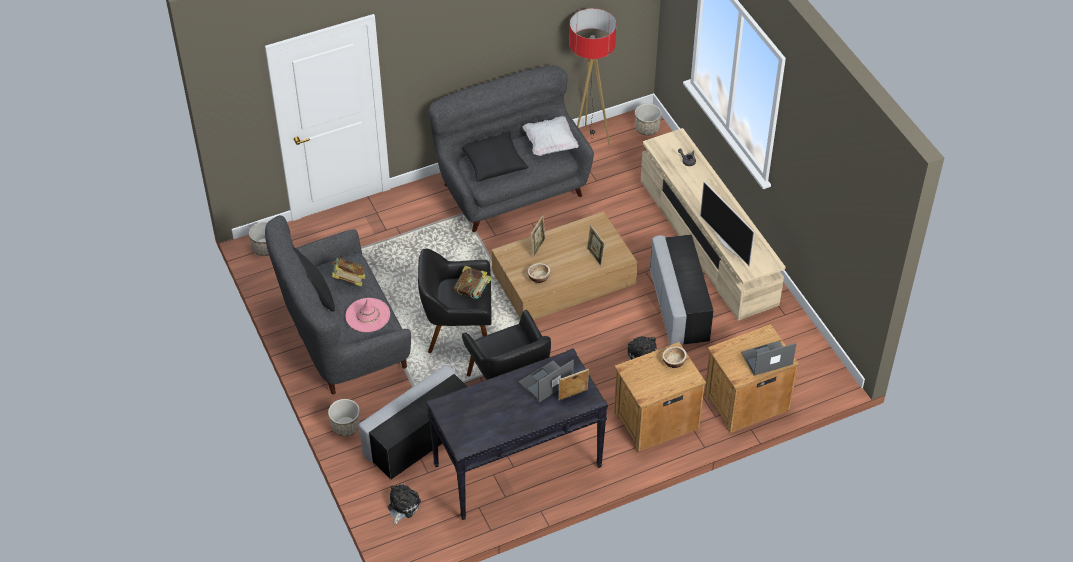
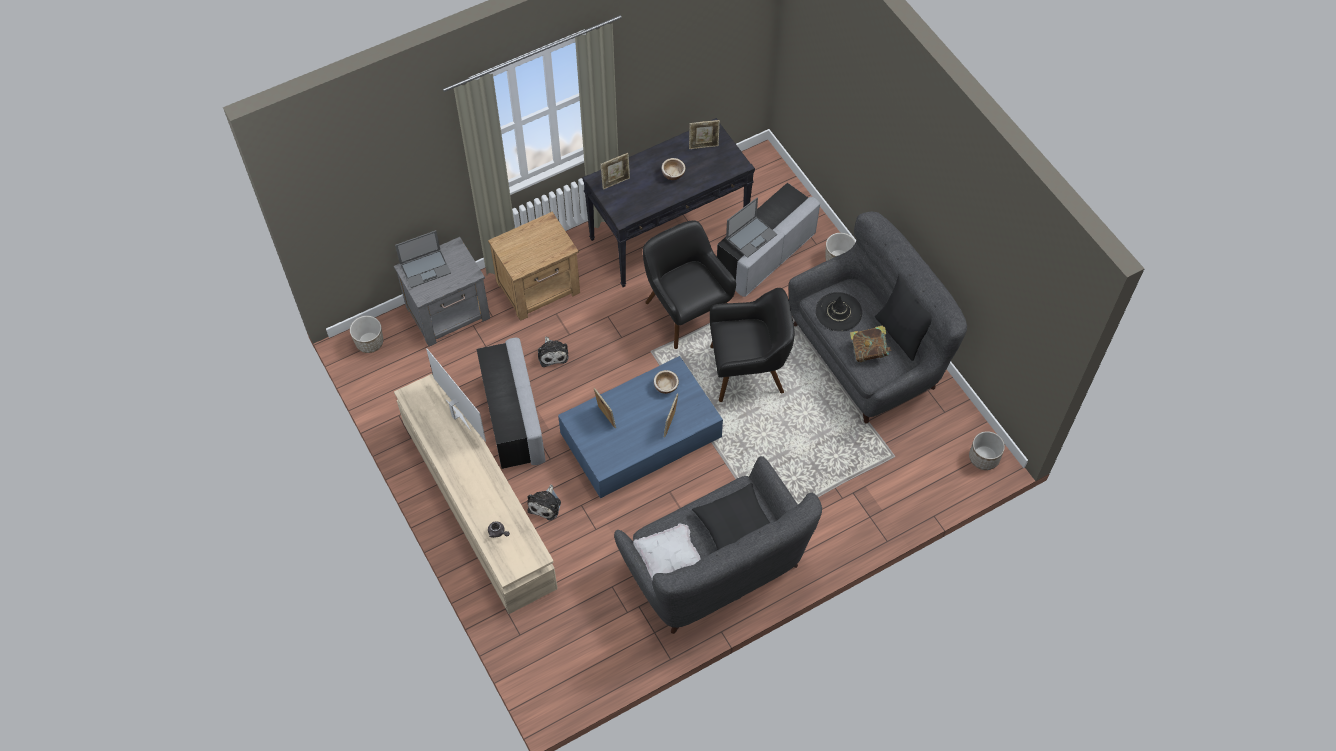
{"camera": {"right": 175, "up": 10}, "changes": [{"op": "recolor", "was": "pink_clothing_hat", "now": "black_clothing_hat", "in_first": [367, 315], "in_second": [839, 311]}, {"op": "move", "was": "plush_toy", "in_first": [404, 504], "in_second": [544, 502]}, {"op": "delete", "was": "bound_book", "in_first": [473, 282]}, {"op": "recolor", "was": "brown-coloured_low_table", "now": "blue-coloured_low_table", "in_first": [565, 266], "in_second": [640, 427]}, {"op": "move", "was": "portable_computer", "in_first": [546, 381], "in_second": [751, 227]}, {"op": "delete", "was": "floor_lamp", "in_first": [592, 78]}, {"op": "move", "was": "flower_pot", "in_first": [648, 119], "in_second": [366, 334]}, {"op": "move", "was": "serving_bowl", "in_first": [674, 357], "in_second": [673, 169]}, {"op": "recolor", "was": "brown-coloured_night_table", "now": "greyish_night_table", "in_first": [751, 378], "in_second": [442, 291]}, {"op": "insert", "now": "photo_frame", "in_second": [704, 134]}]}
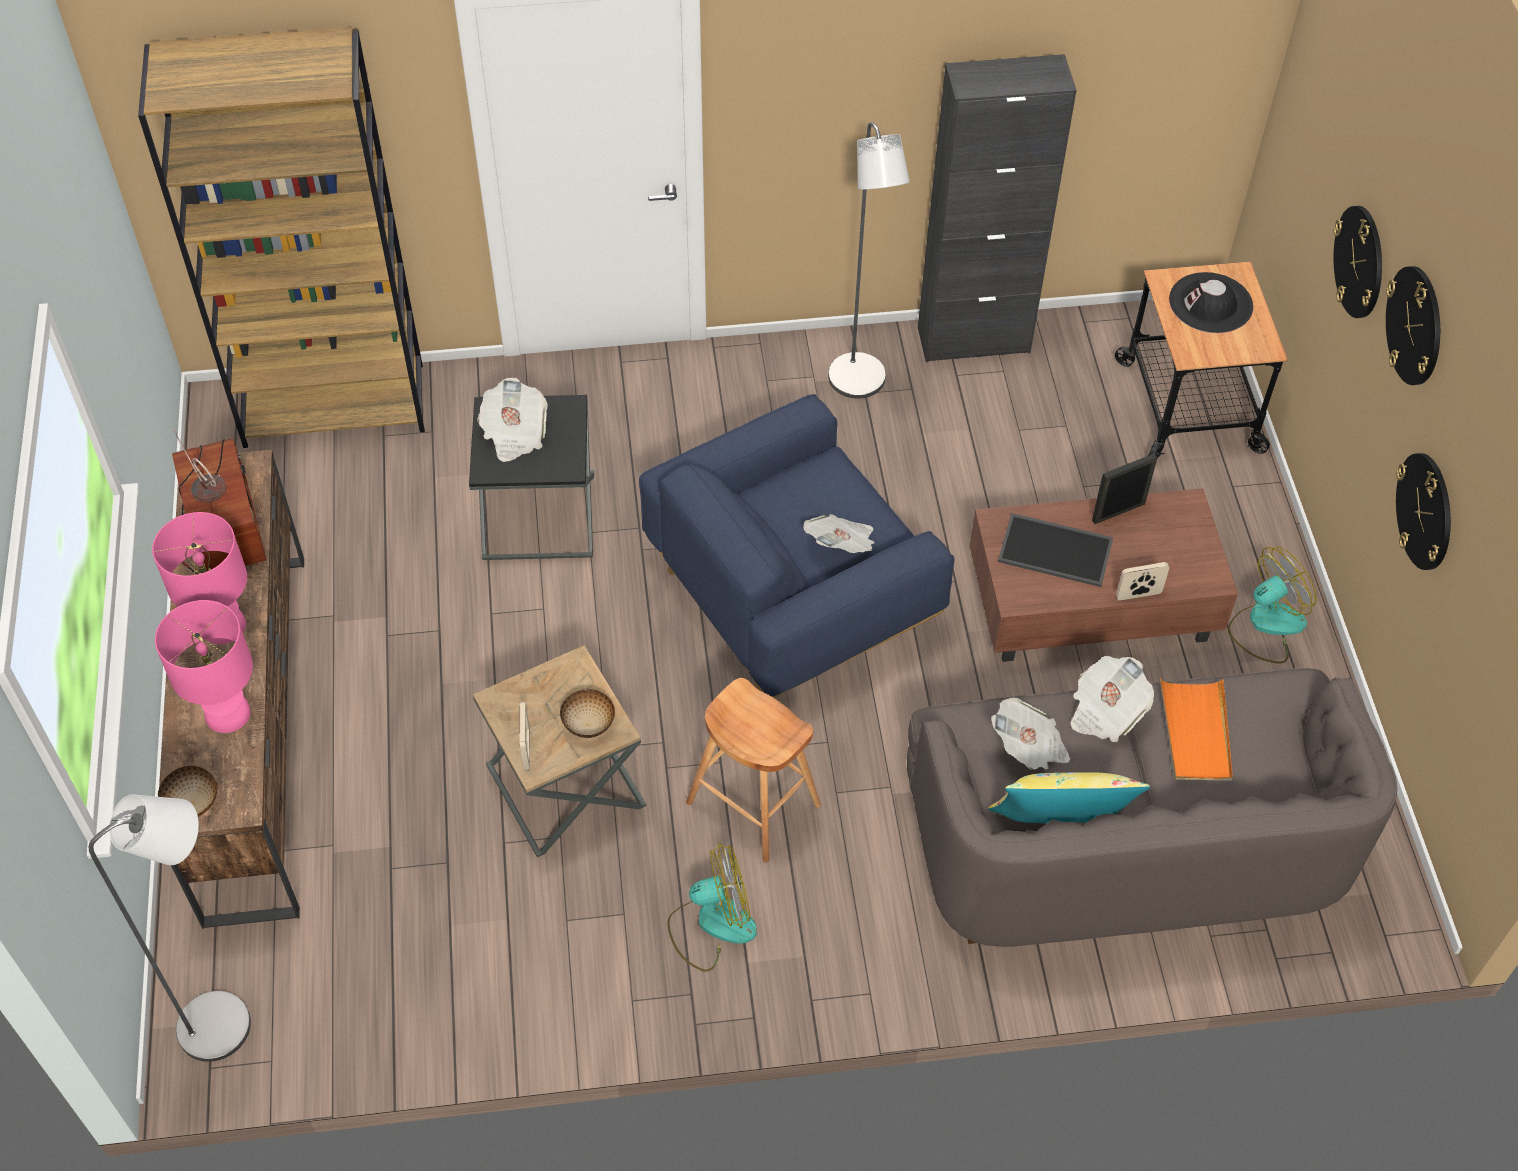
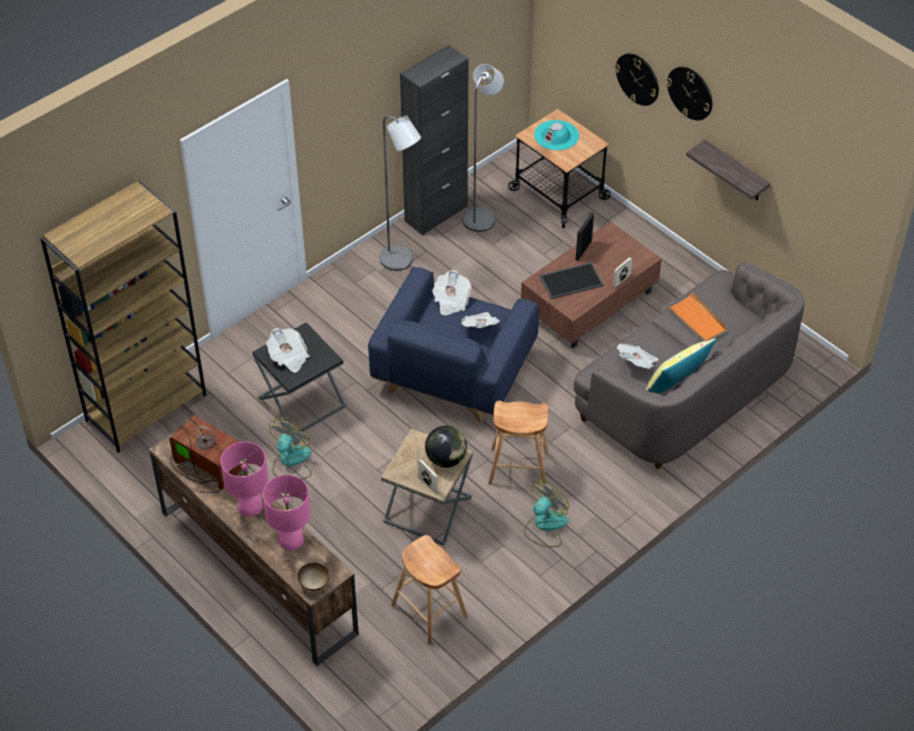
{"camera": {"right": -35, "up": -5}, "changes": [{"op": "move", "was": "greyish_floor_lamp", "in_first": [169, 928], "in_second": [483, 148]}, {"op": "replace", "was": "serving_bowl", "now": "desk_globe", "in_first": [587, 713], "in_second": [446, 447]}, {"op": "move", "was": "printed_paper", "in_first": [1112, 699], "in_second": [452, 292]}, {"op": "recolor", "was": "black_clothing_hat", "now": "turquoise_clothing_hat", "in_first": [1211, 302], "in_second": [556, 135]}, {"op": "move", "was": "cooling_fan", "in_first": [1272, 605], "in_second": [290, 449]}, {"op": "replace", "was": "clock_on_the_wall", "now": "shelf", "in_first": [1423, 511], "in_second": [728, 170]}, {"op": "insert", "now": "brown-coloured_sitting_stool", "in_second": [429, 590]}]}
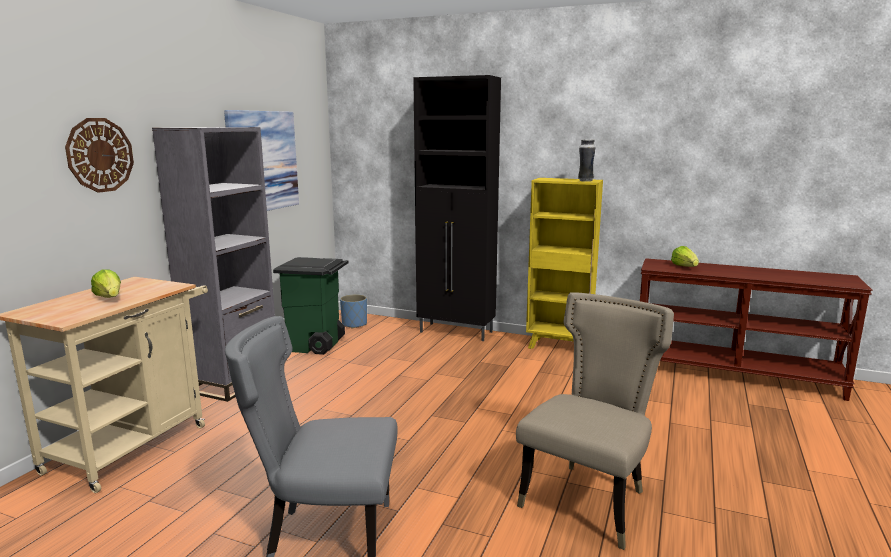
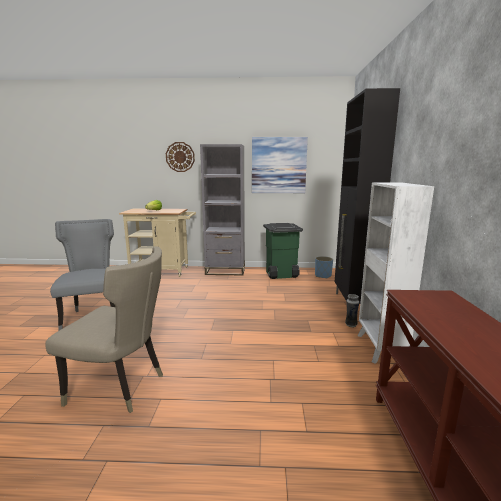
{"camera": {"right": 70, "up": 0}, "changes": [{"op": "recolor", "was": "yellow_bookshelf", "now": "whitish_bookshelf", "in_first": [564, 263], "in_second": [395, 273]}, {"op": "move", "was": "decorative_vase", "in_first": [586, 160], "in_second": [352, 311]}, {"op": "delete", "was": "head_of_lettuce", "in_first": [685, 256]}]}
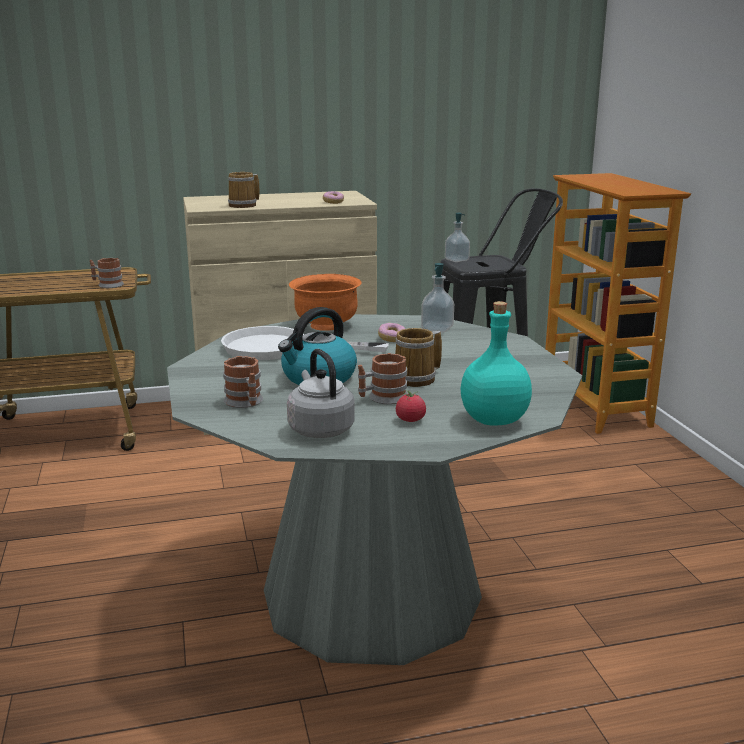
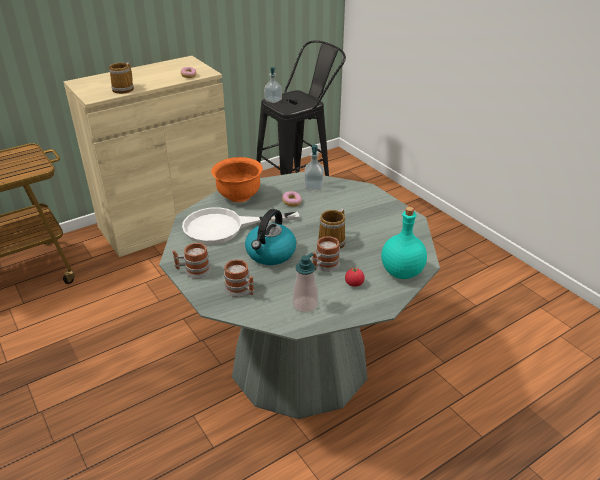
{"camera": {"right": -20, "up": 15}, "changes": [{"op": "move", "was": "tea_mug", "in_first": [107, 273], "in_second": [191, 261]}, {"op": "replace", "was": "greyish_tea_kettle", "now": "liquid_soap_bottle", "in_first": [321, 393], "in_second": [305, 283]}, {"op": "delete", "was": "bookshelf", "in_first": [618, 303]}]}
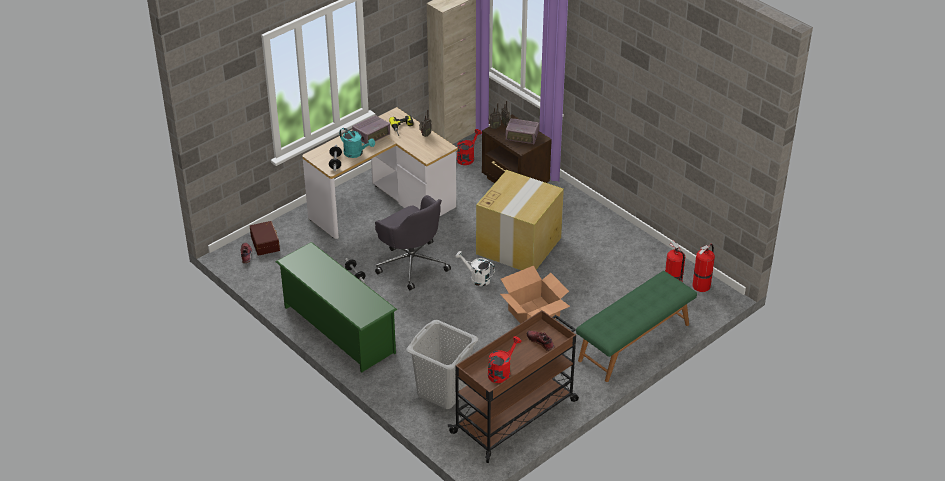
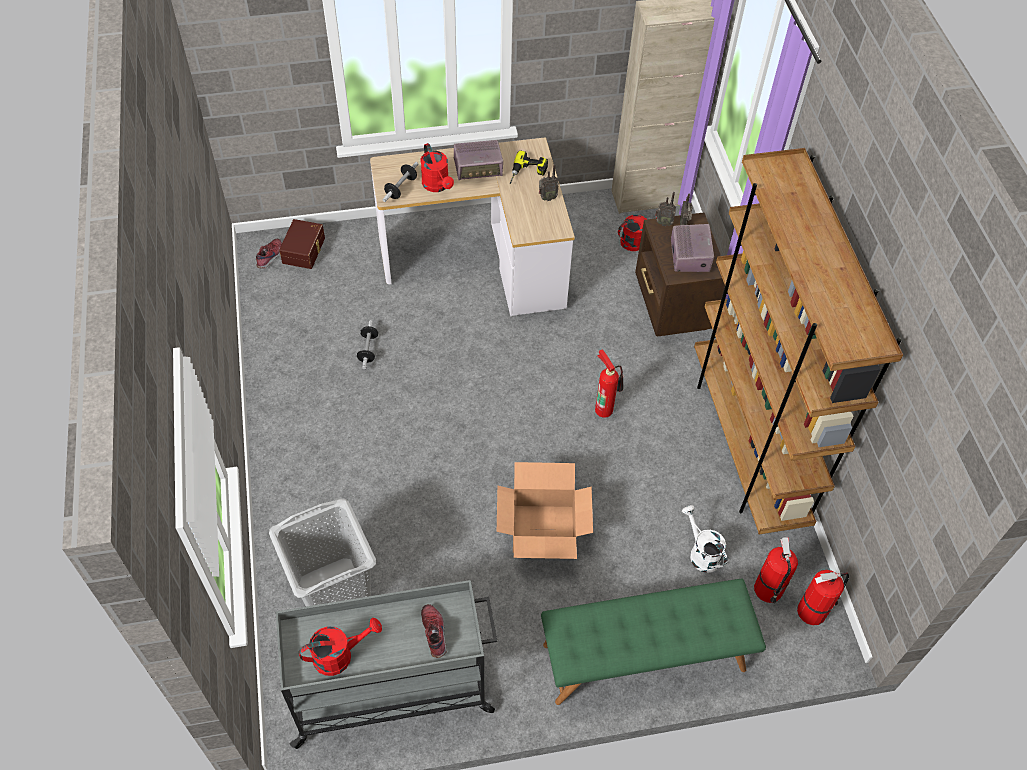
{"camera": {"right": 30, "up": 15}, "changes": [{"op": "delete", "was": "greenish_shoe_stand", "in_first": [336, 307]}, {"op": "recolor", "was": "turquoise_watering_pot", "now": "red-coloured_watering_pot", "in_first": [357, 143], "in_second": [437, 167]}, {"op": "delete", "was": "greyish_office_chair", "in_first": [413, 242]}, {"op": "recolor", "was": "brown-coloured_wheeled_cart", "now": "greyish_wheeled_cart", "in_first": [513, 386], "in_second": [386, 664]}, {"op": "move", "was": "whitish_watering_pot", "in_first": [475, 268], "in_second": [705, 539]}, {"op": "replace", "was": "packing_box", "now": "extinguisher", "in_first": [520, 220], "in_second": [609, 383]}, {"op": "rotate", "was": "radio_receiver", "in_first": [522, 131], "in_second": [692, 248], "clockwise": -135}, {"op": "insert", "now": "brown-coloured_bookshelf", "in_second": [798, 341]}]}
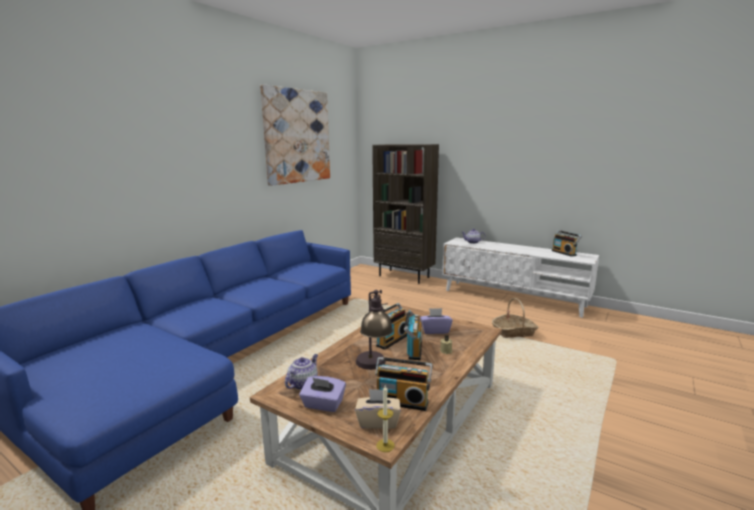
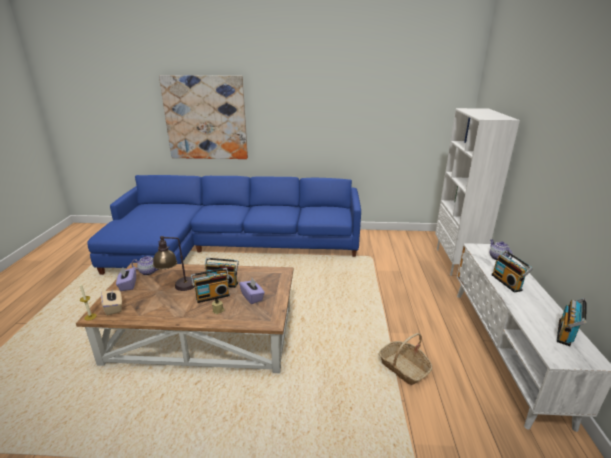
{"camera": {"right": 60, "up": 10}, "changes": [{"op": "move", "was": "wall_art", "in_first": [295, 135], "in_second": [203, 117]}, {"op": "recolor", "was": "brown-coloured_bookshelf", "now": "whitish_bookshelf", "in_first": [405, 214], "in_second": [477, 192]}, {"op": "move", "was": "radio_receiver", "in_first": [403, 384], "in_second": [512, 271]}]}
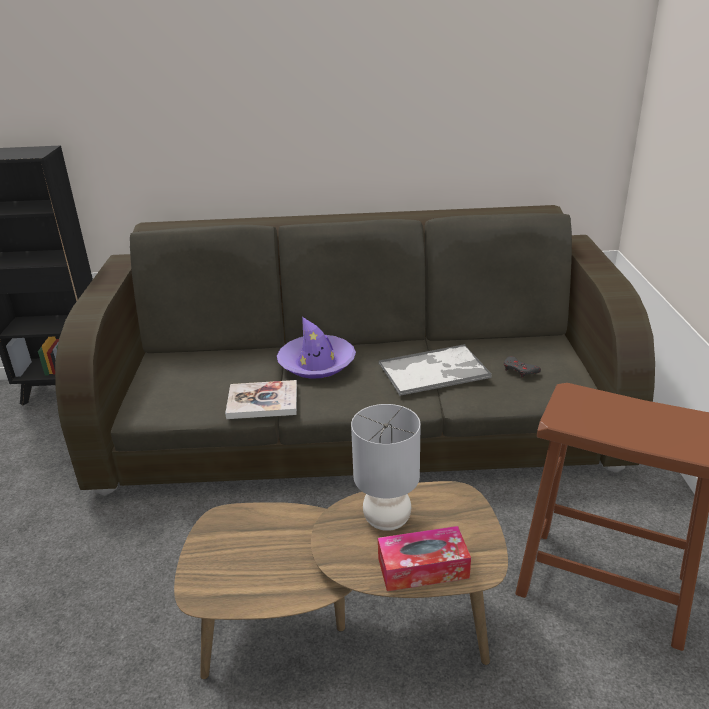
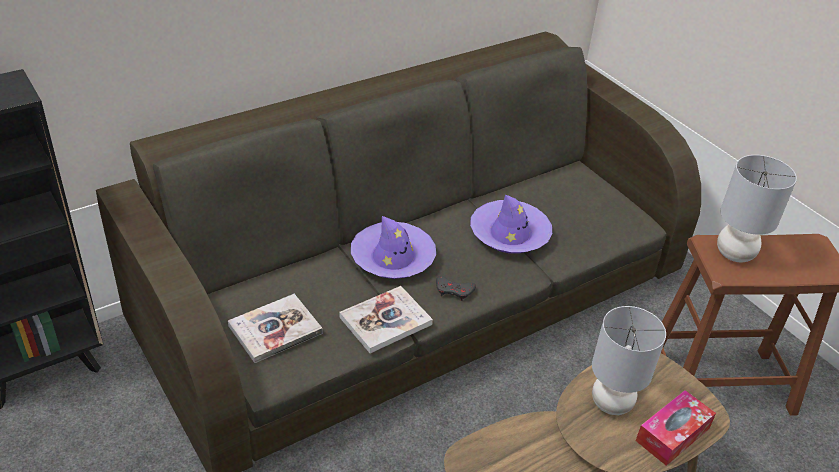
{"camera": {"right": -35, "up": 10}, "changes": [{"op": "replace", "was": "serving_tray", "now": "purple-coloured_clothing_hat", "in_first": [435, 370], "in_second": [511, 224]}, {"op": "move", "was": "greyish_game_controller", "in_first": [522, 366], "in_second": [456, 288]}, {"op": "insert", "now": "bound_book", "in_second": [275, 328]}, {"op": "insert", "now": "greyish_lamp_for_a_table", "in_second": [757, 208]}]}
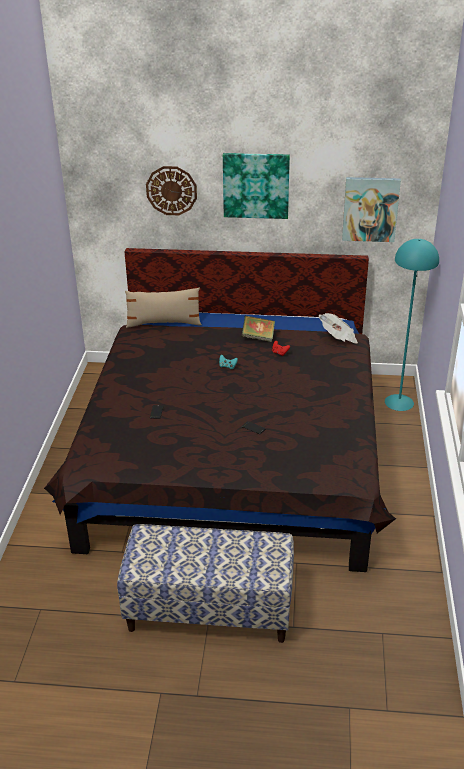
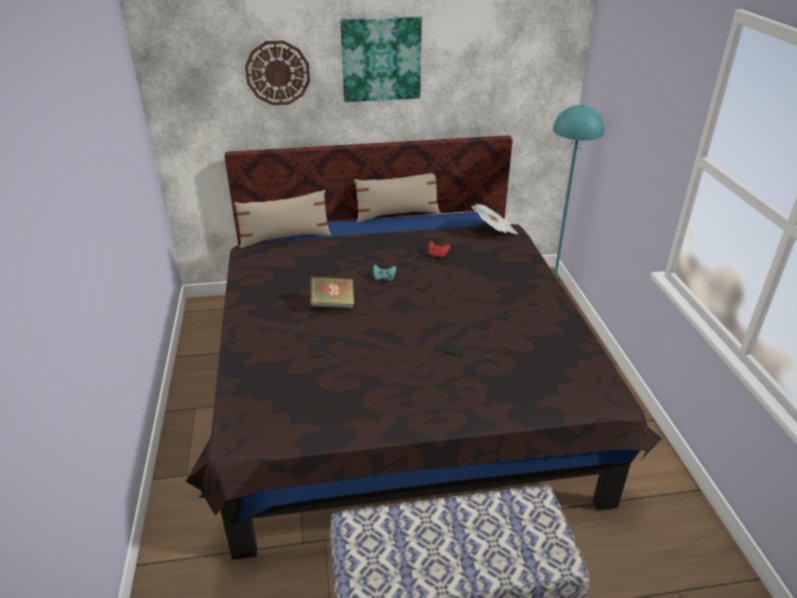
{"camera": {"right": -15, "up": 0}, "changes": [{"op": "move", "was": "bound_book", "in_first": [258, 329], "in_second": [332, 292]}, {"op": "delete", "was": "wall_art", "in_first": [371, 209]}, {"op": "insert", "now": "sand-coloured_throw_pillow", "in_second": [397, 198]}]}
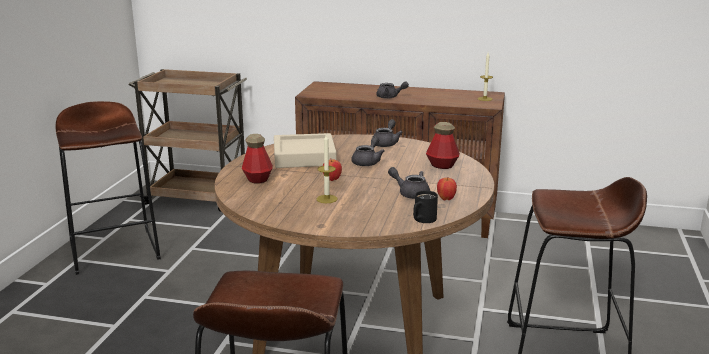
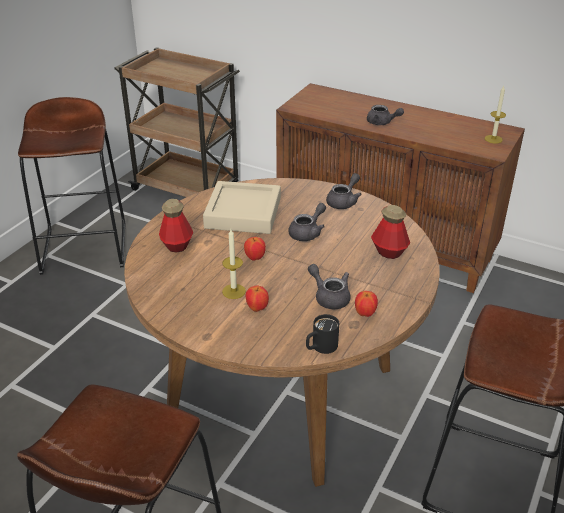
{"camera": {"right": 15, "up": 15}, "changes": [{"op": "insert", "now": "apple", "in_second": [257, 299]}]}
